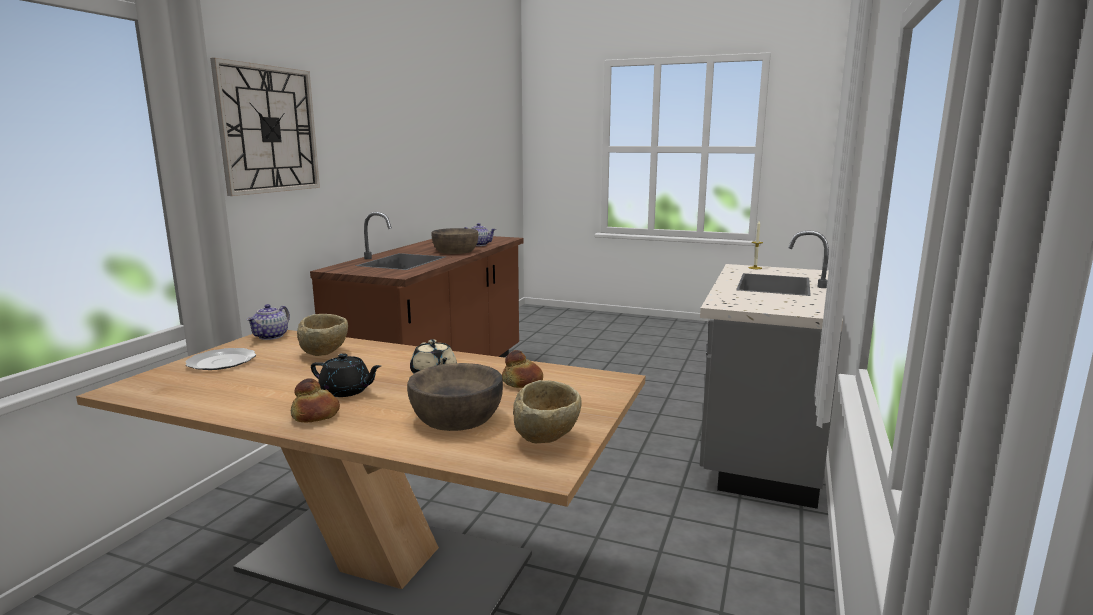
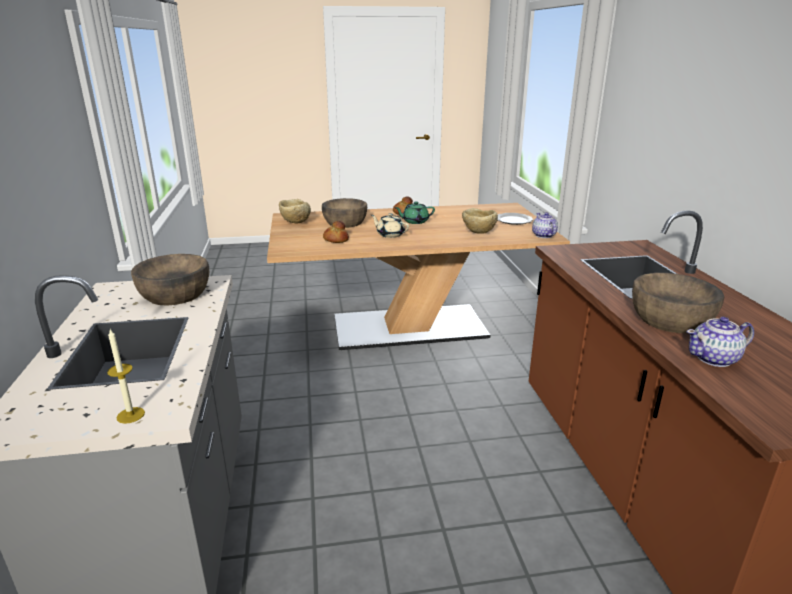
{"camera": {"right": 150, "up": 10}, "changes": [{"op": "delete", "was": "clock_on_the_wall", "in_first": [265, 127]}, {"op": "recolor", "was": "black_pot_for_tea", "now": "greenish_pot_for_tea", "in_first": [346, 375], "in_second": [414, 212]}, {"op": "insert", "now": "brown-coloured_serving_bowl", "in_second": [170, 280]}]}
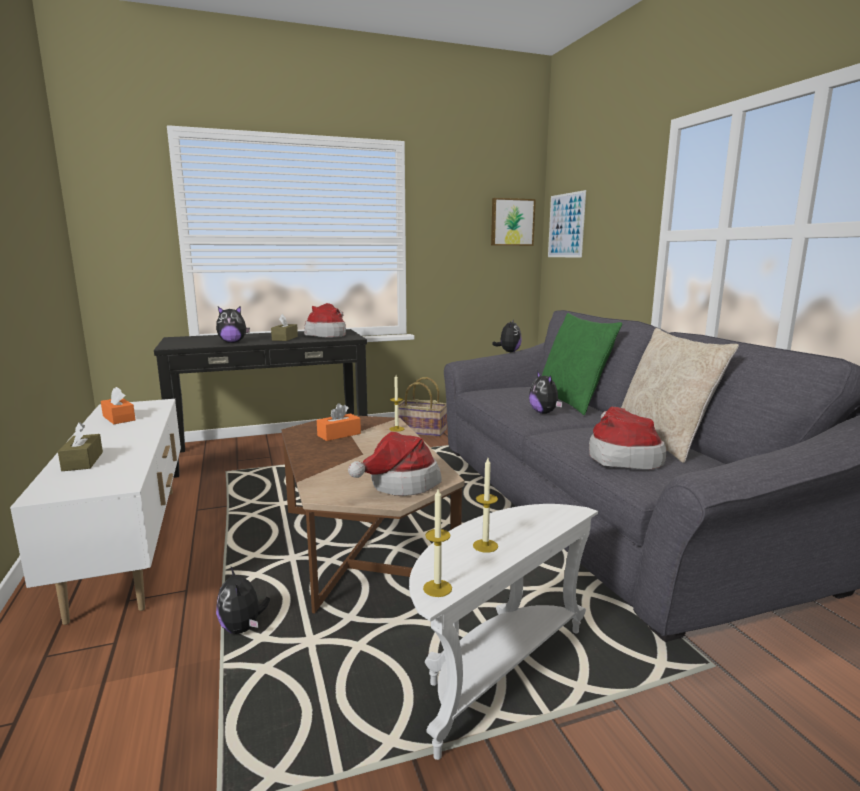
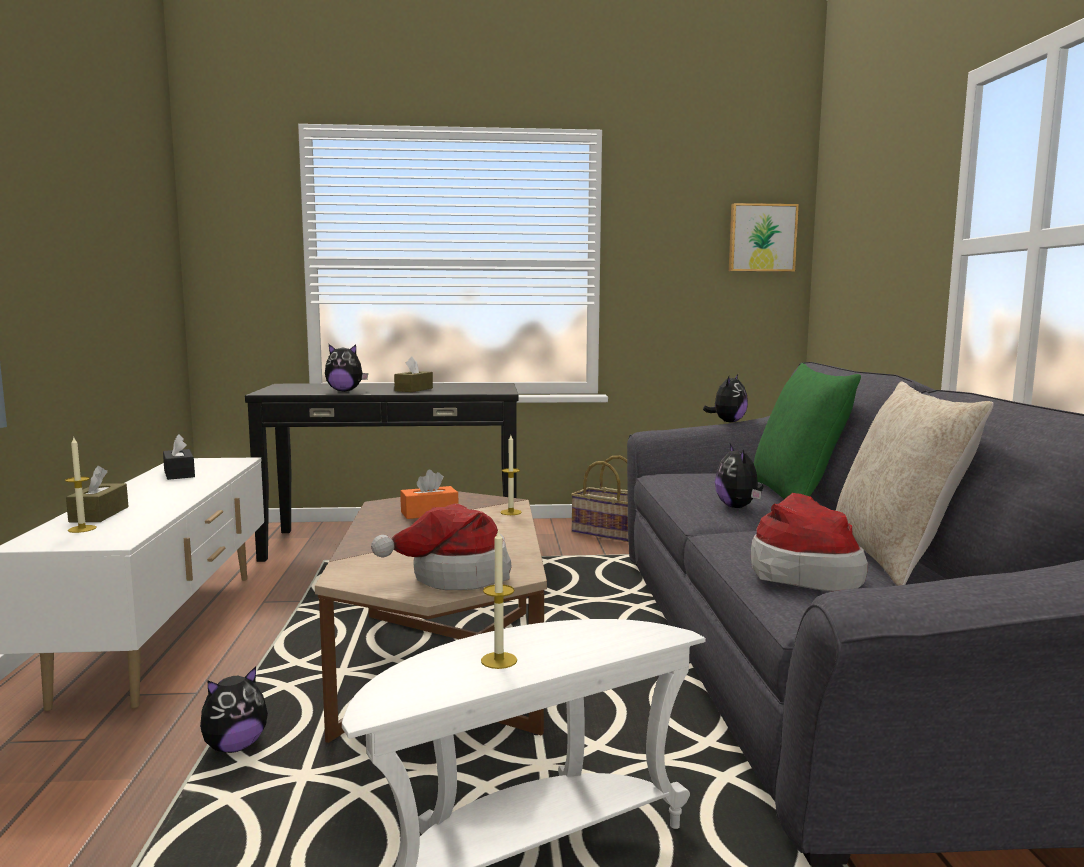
{"camera": {"right": 15, "up": -5}, "changes": [{"op": "recolor", "was": "orange_tissue_box", "now": "black_tissue_box", "in_first": [118, 405], "in_second": [179, 457]}, {"op": "rotate", "was": "plush_toy", "in_first": [243, 600], "in_second": [234, 709], "clockwise": -120}, {"op": "delete", "was": "clothing_hat", "in_first": [325, 320]}, {"op": "move", "was": "wax_candle", "in_first": [437, 543], "in_second": [81, 485]}, {"op": "delete", "was": "wall_art", "in_first": [567, 224]}]}
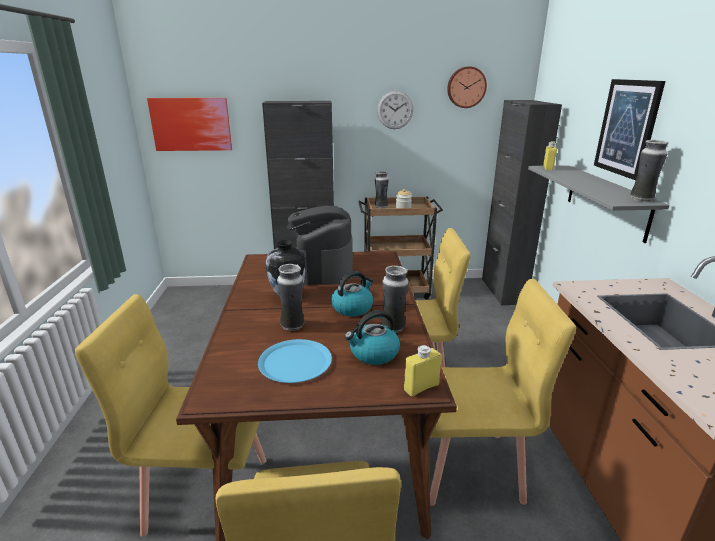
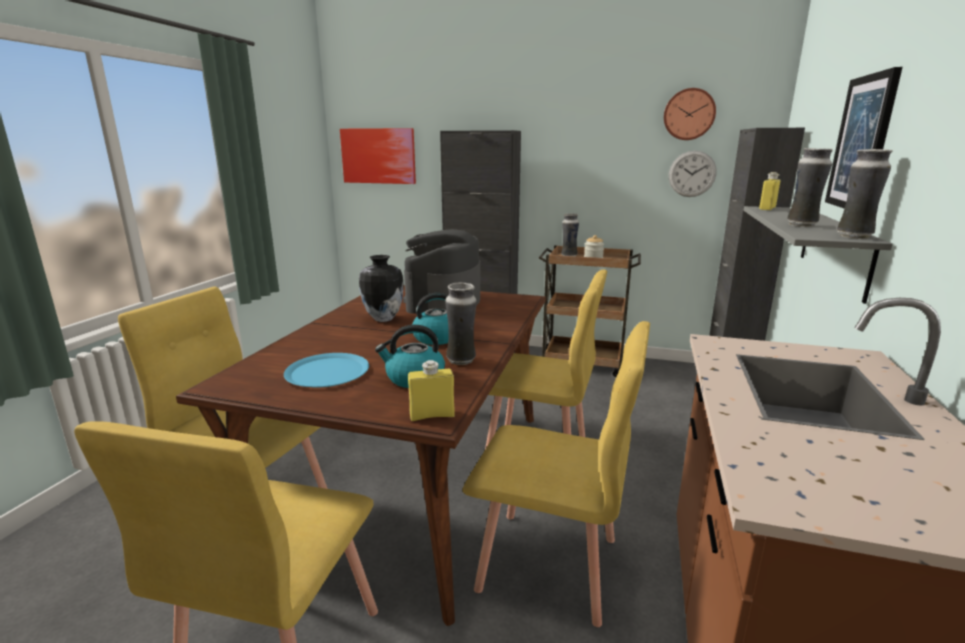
{"camera": {"right": 20, "up": -5}, "changes": [{"op": "move", "was": "decorative_vase", "in_first": [291, 297], "in_second": [810, 187]}, {"op": "move", "was": "clock_on_the_wall", "in_first": [395, 110], "in_second": [692, 174]}]}
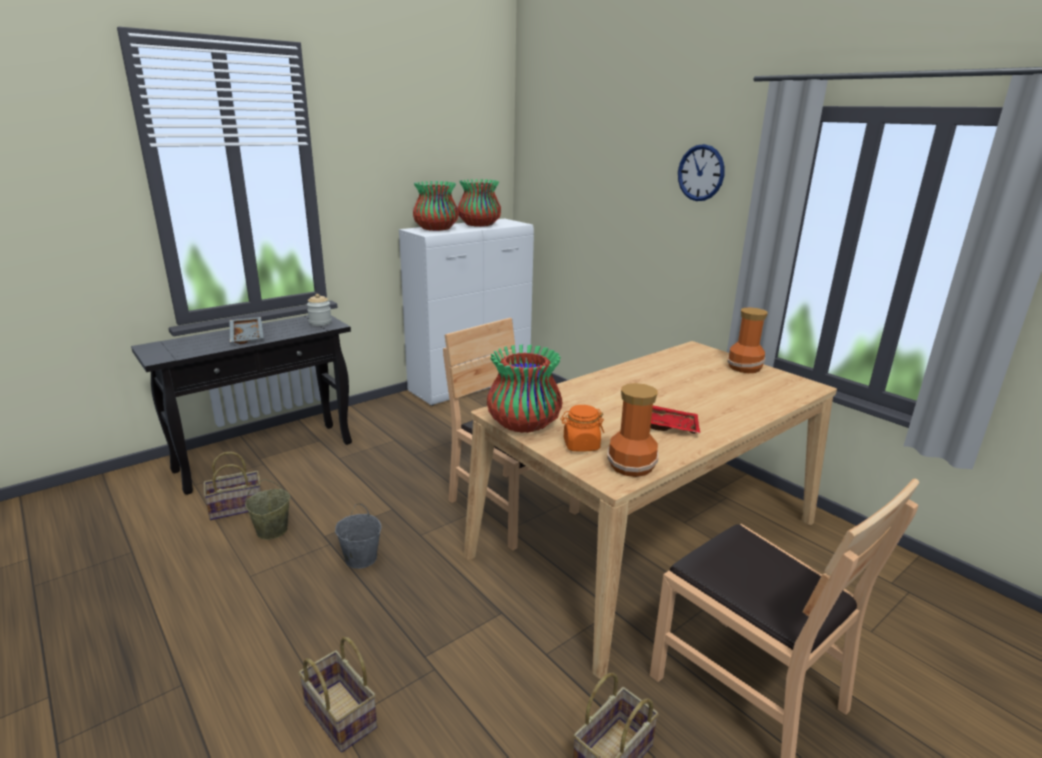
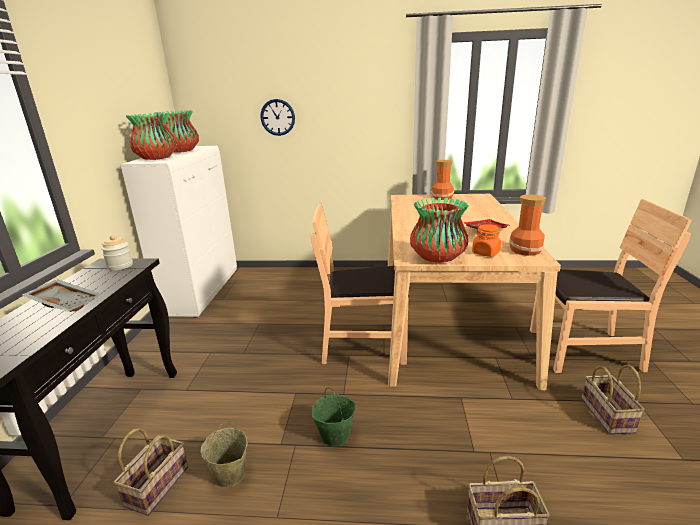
{"camera": {"right": -45, "up": 0}, "changes": [{"op": "recolor", "was": "greyish_water_bucket", "now": "greenish_water_bucket", "in_first": [358, 536], "in_second": [333, 417]}, {"op": "move", "was": "clock_on_the_wall", "in_first": [701, 172], "in_second": [278, 117]}]}
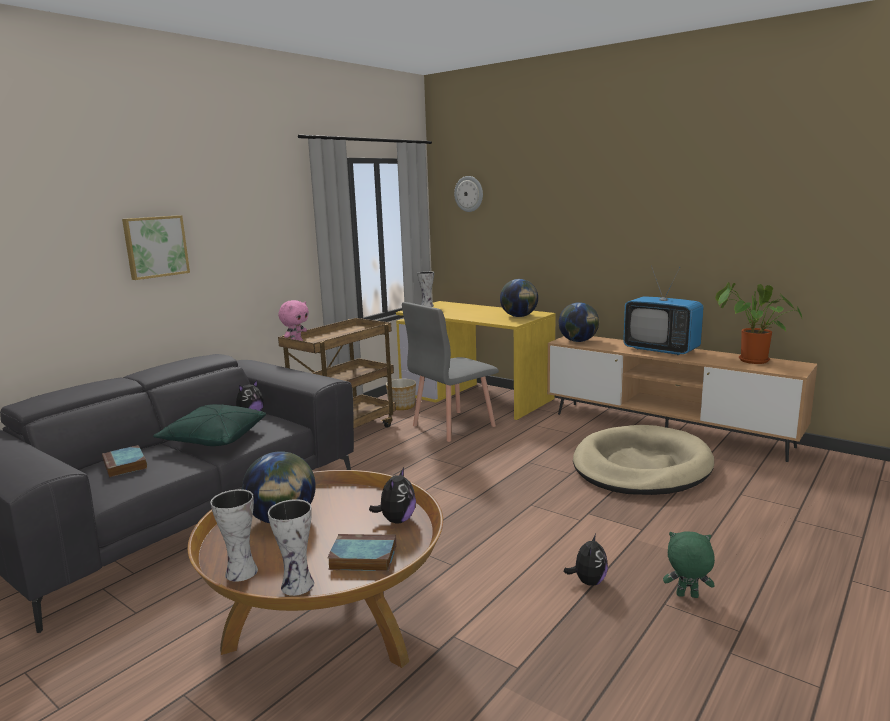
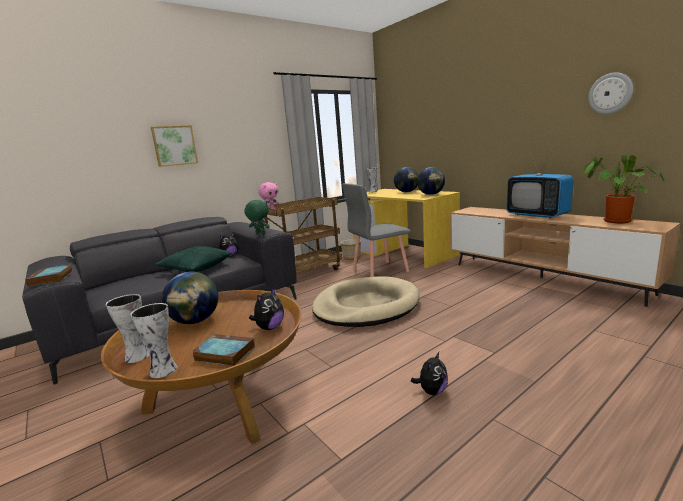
{"camera": {"right": 15, "up": 0}, "changes": [{"op": "move", "was": "bound_book", "in_first": [124, 461], "in_second": [48, 275]}, {"op": "move", "was": "clock_on_the_wall", "in_first": [468, 194], "in_second": [610, 93]}, {"op": "move", "was": "desk_globe", "in_first": [579, 322], "in_second": [406, 179]}, {"op": "move", "was": "sand-coloured_dog_cushion", "in_first": [643, 460], "in_second": [366, 301]}, {"op": "move", "was": "greenish_plush_toy", "in_first": [689, 564], "in_second": [257, 217]}]}
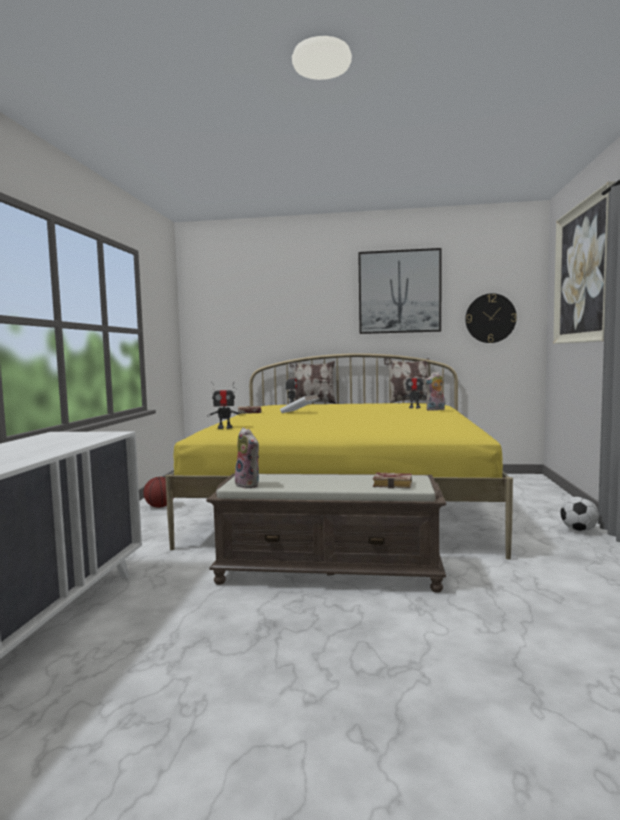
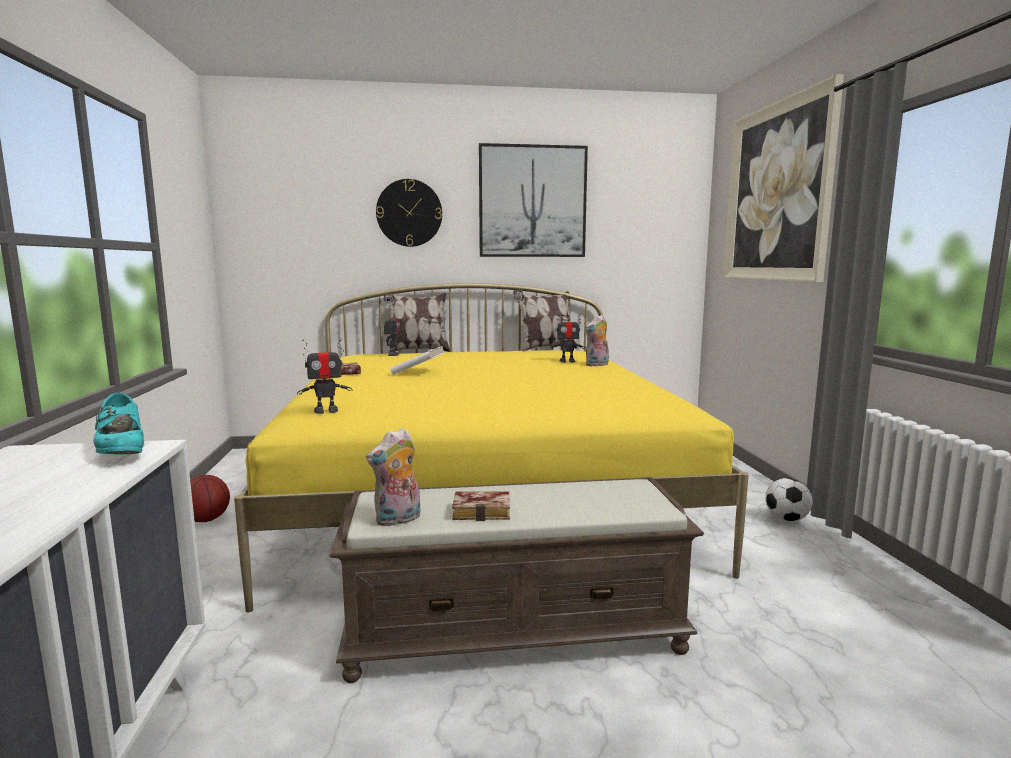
{"camera": {"right": -15, "up": 5}, "changes": [{"op": "rotate", "was": "plush_toy", "in_first": [246, 458], "in_second": [393, 477], "clockwise": 105}, {"op": "move", "was": "bound_book", "in_first": [392, 481], "in_second": [481, 506]}, {"op": "move", "was": "clock_on_the_wall", "in_first": [491, 318], "in_second": [409, 213]}, {"op": "insert", "now": "turquoise_shoe", "in_second": [119, 423]}]}
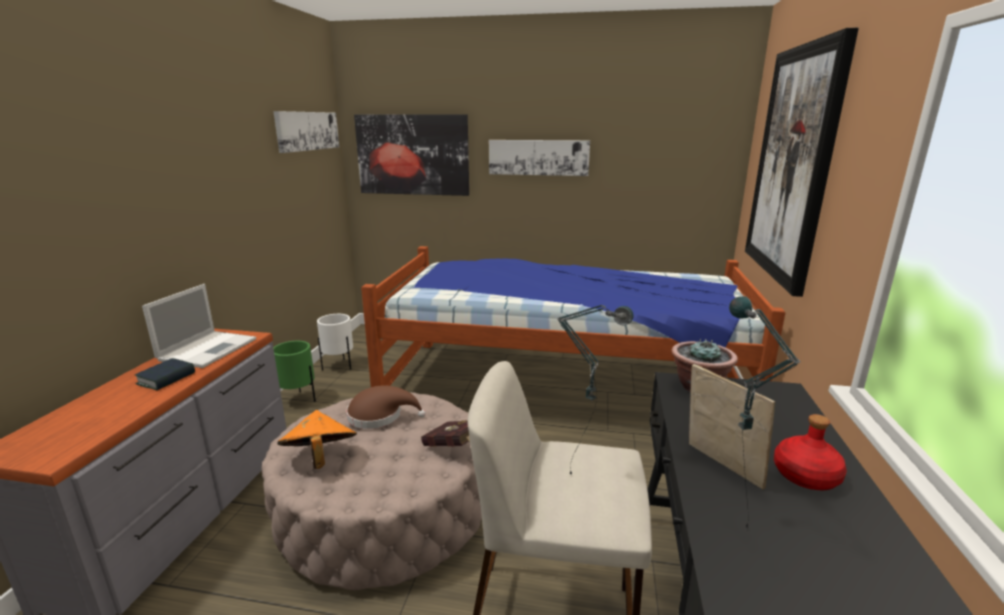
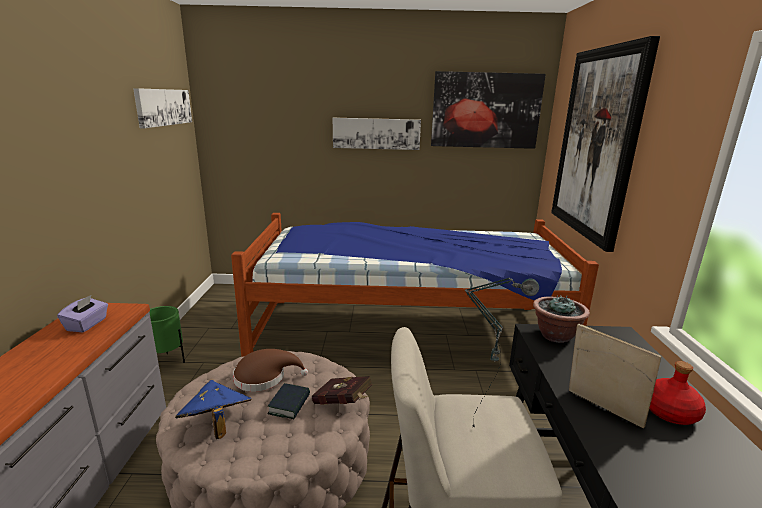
{"camera": {"right": -10, "up": 0}, "changes": [{"op": "move", "was": "bound_book", "in_first": [165, 374], "in_second": [288, 401]}, {"op": "replace", "was": "portable_computer", "now": "purple-coloured_tissue_box", "in_first": [199, 326], "in_second": [82, 313]}, {"op": "recolor", "was": "orange_clothing_hat", "now": "blue-coloured_clothing_hat", "in_first": [317, 439], "in_second": [213, 409]}, {"op": "delete", "was": "whitish_flower_pot", "in_first": [335, 342]}, {"op": "move", "was": "wall_art", "in_first": [411, 155], "in_second": [488, 110]}, {"op": "delete", "was": "lamp_for_a_table", "in_first": [765, 413]}]}
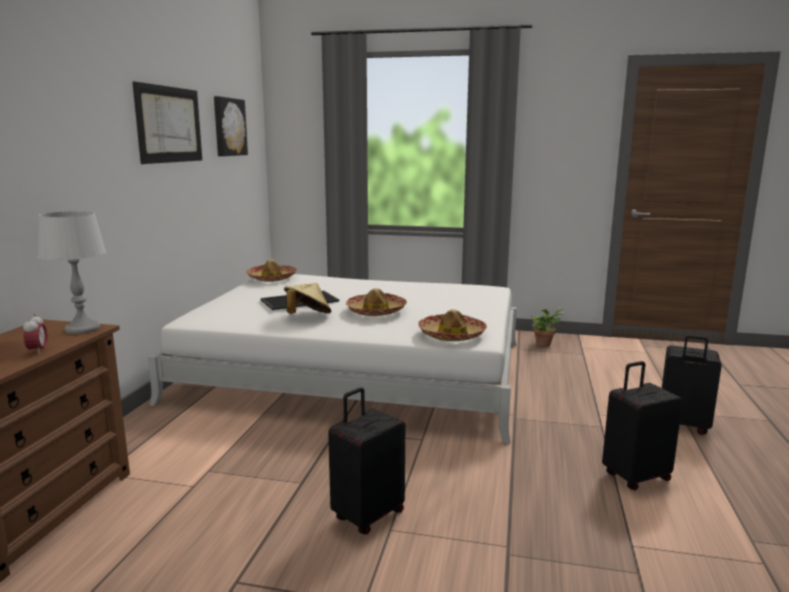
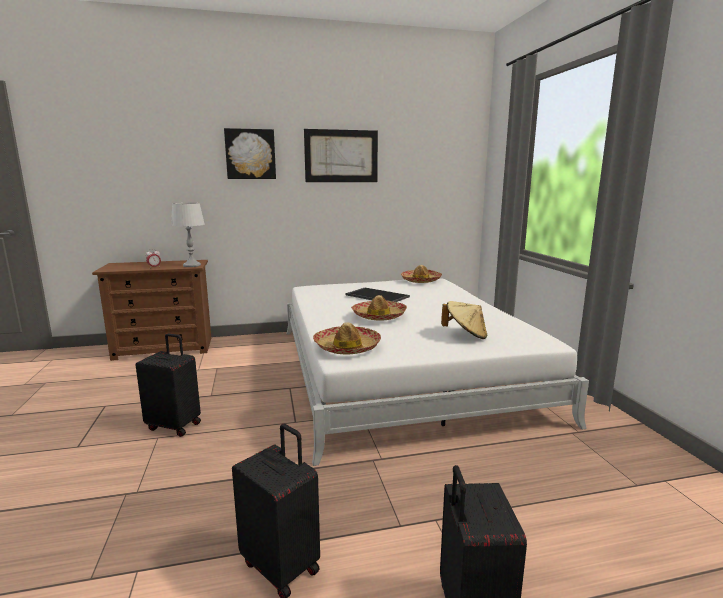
{"camera": {"right": 65, "up": 0}, "changes": [{"op": "move", "was": "wall_art", "in_first": [231, 126], "in_second": [250, 153]}, {"op": "move", "was": "sand-coloured_clothing_hat", "in_first": [307, 298], "in_second": [464, 320]}, {"op": "delete", "was": "plant_in_a_pot", "in_first": [548, 327]}]}
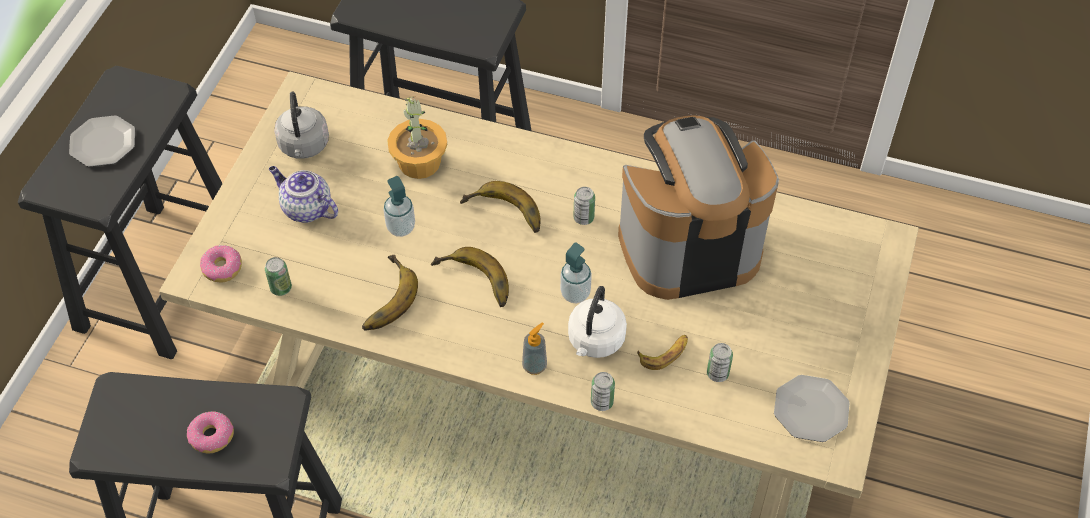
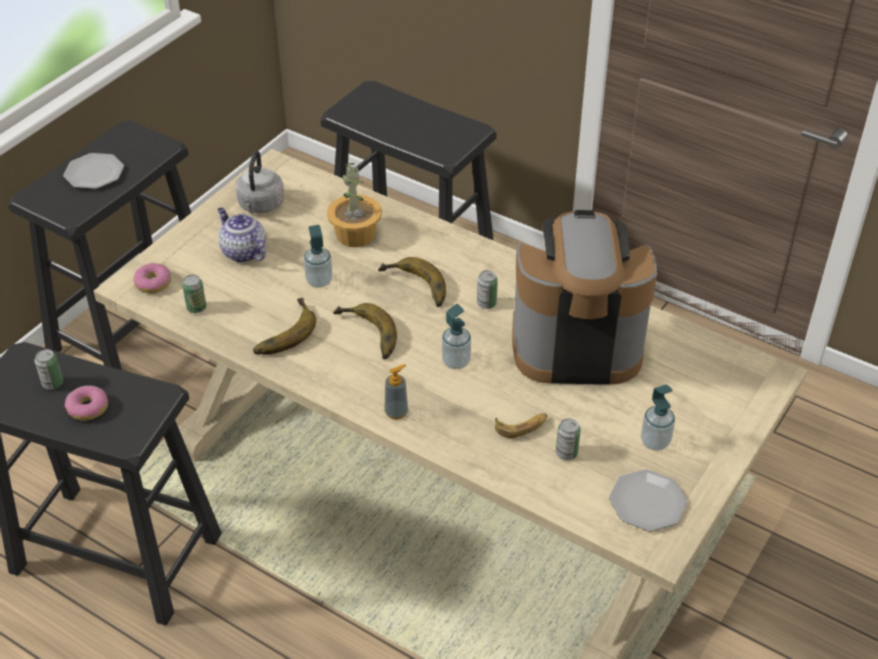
{"camera": {"right": 15, "up": -10}, "changes": [{"op": "delete", "was": "whitish_tea_kettle", "in_first": [597, 322]}, {"op": "move", "was": "can", "in_first": [603, 391], "in_second": [49, 369]}, {"op": "insert", "now": "liquid_soap_bottle", "in_second": [658, 418]}]}
